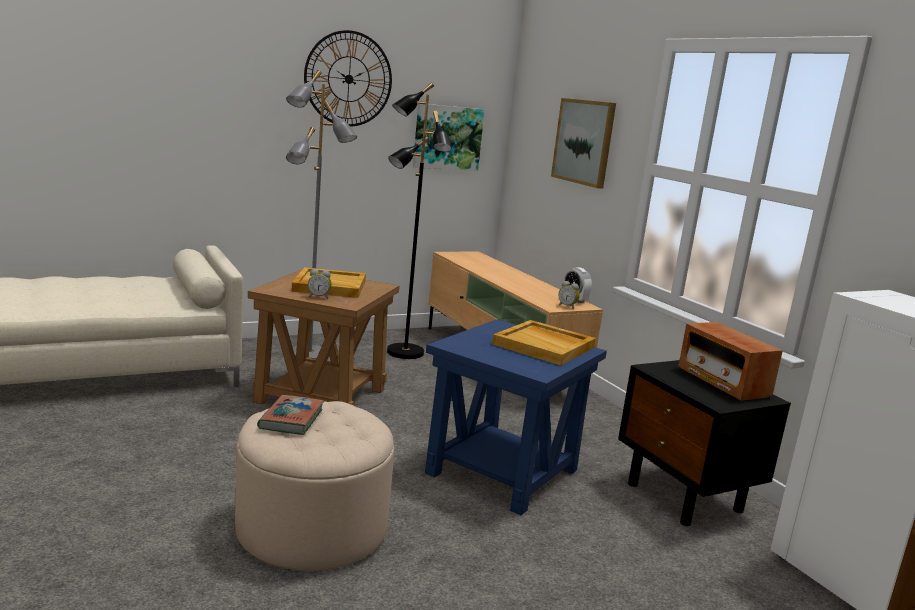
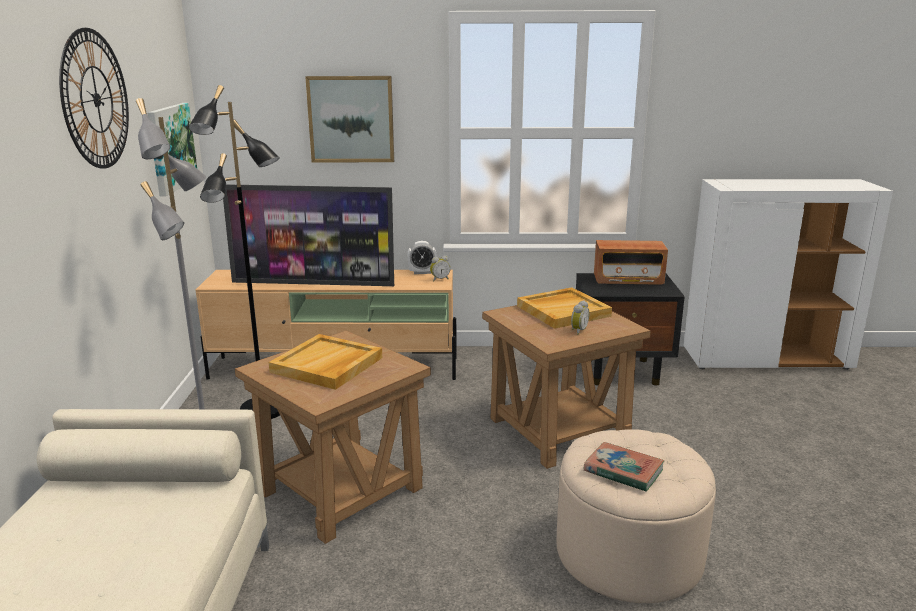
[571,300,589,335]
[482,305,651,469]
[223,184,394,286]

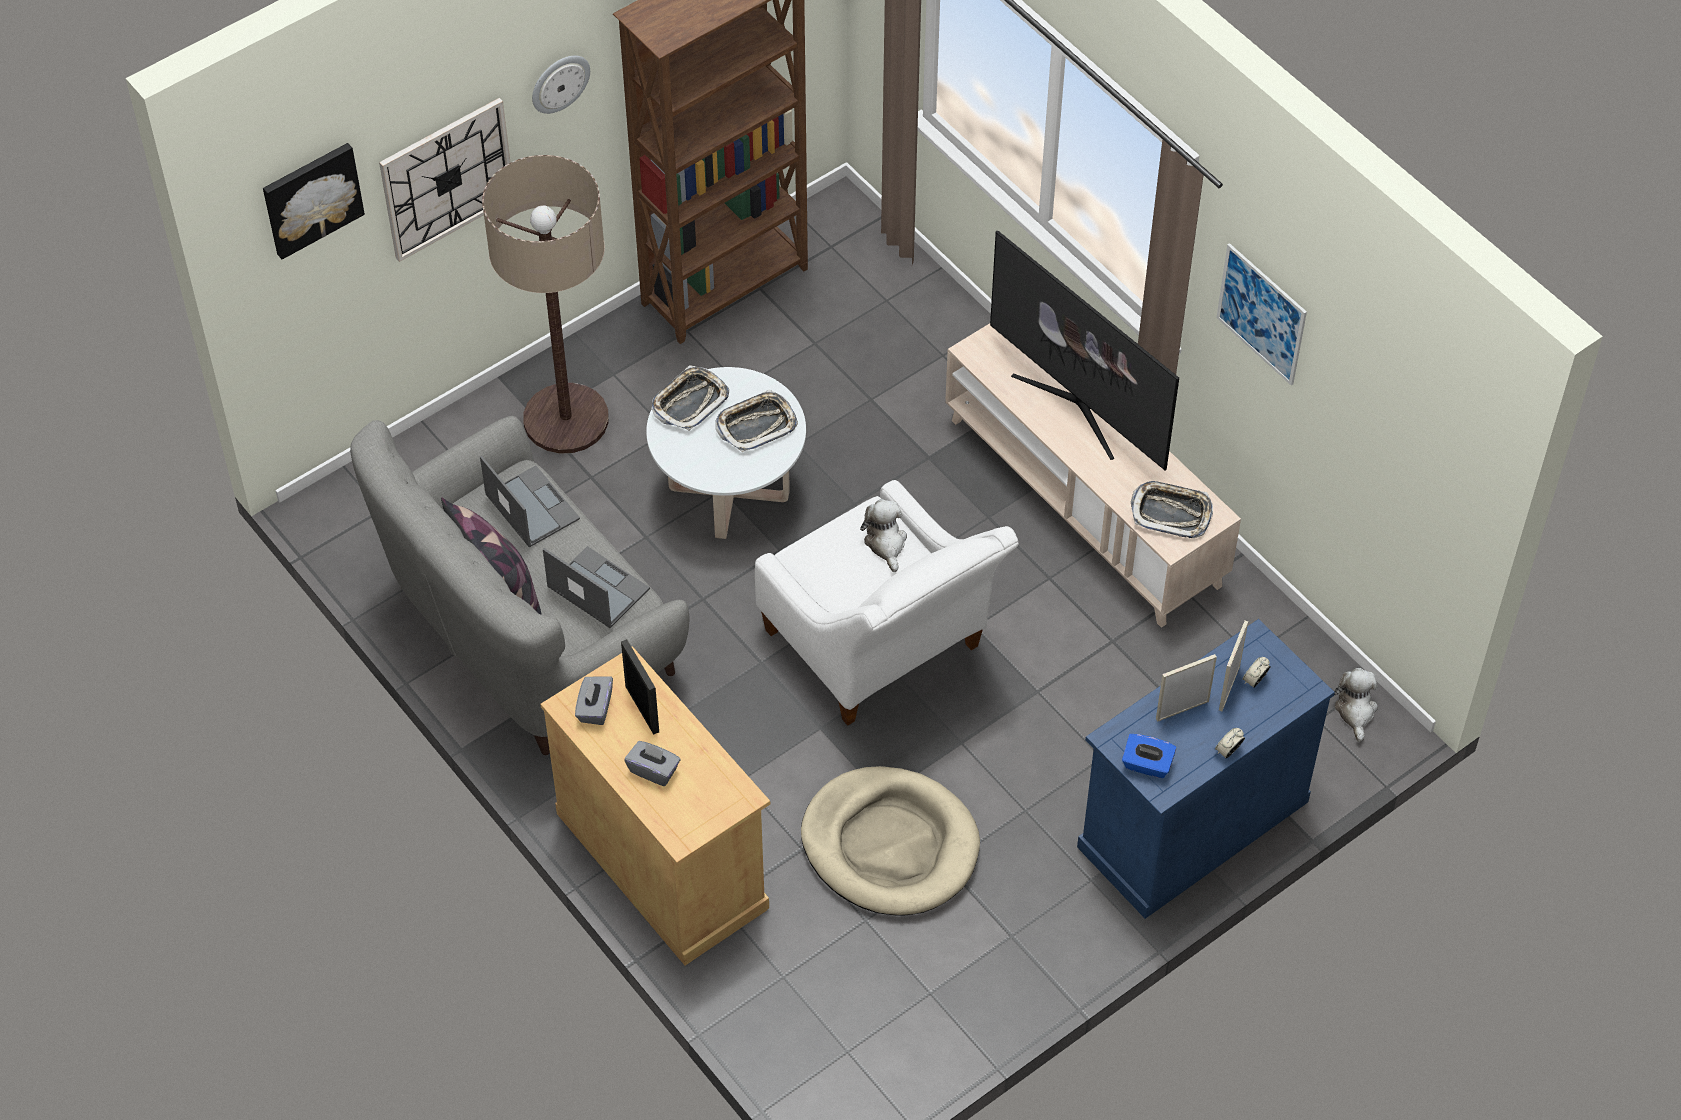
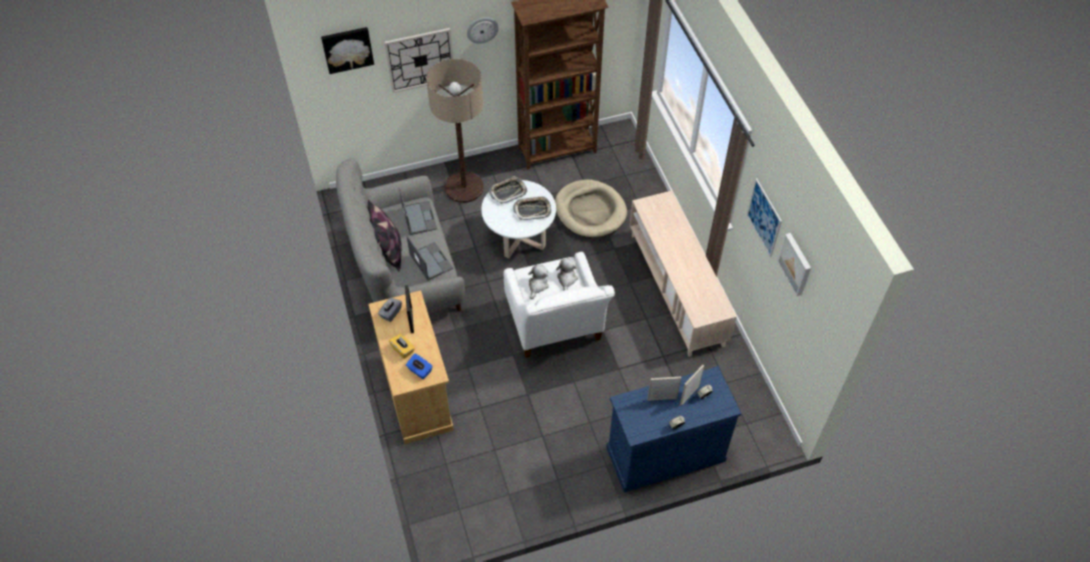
[389,334,415,359]
[555,179,627,238]
[990,231,1179,471] (first image)
[406,354,433,379]
[1131,481,1213,538] (first image)
[528,265,549,299]
[777,233,811,296]

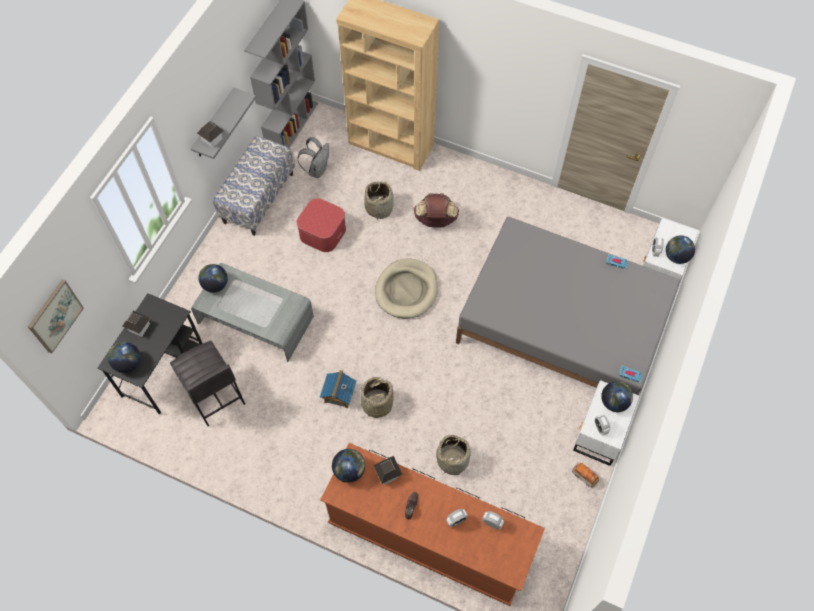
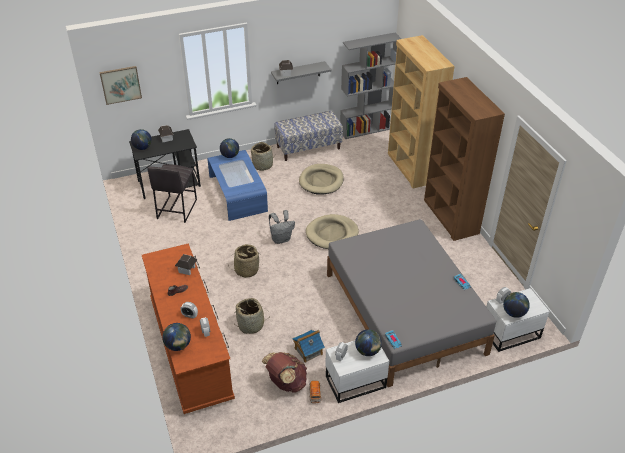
[207,150,268,221]
[299,164,344,195]
[269,210,295,244]
[292,330,325,363]
[162,323,191,351]
[251,142,273,171]
[261,352,307,392]
[424,77,505,241]

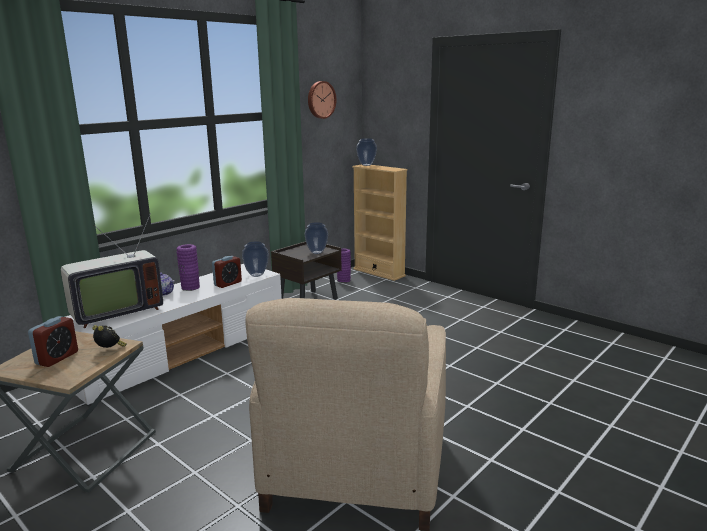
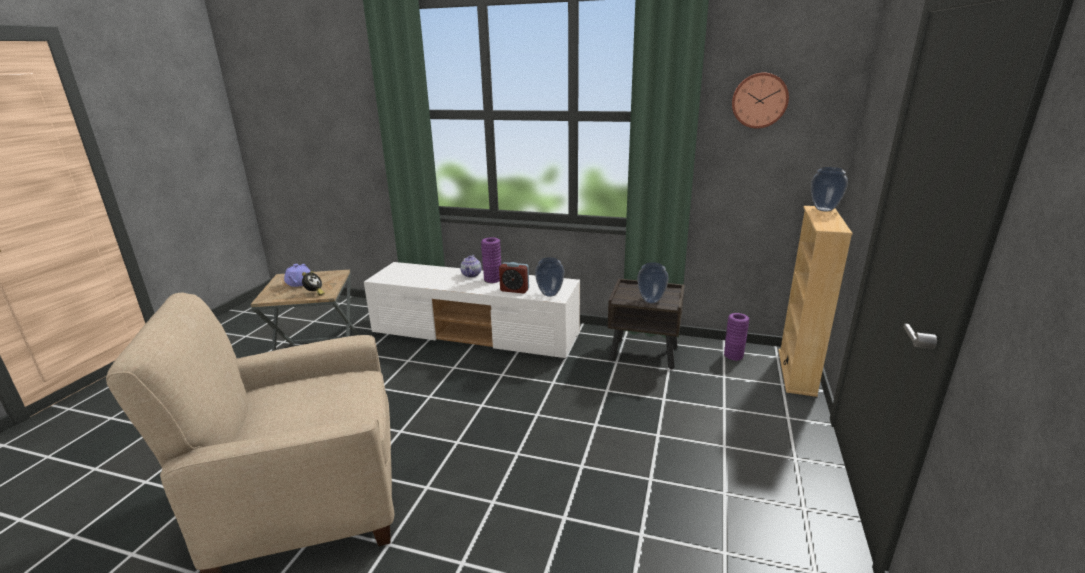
[284,264,310,287]
[61,213,163,328] (first image)

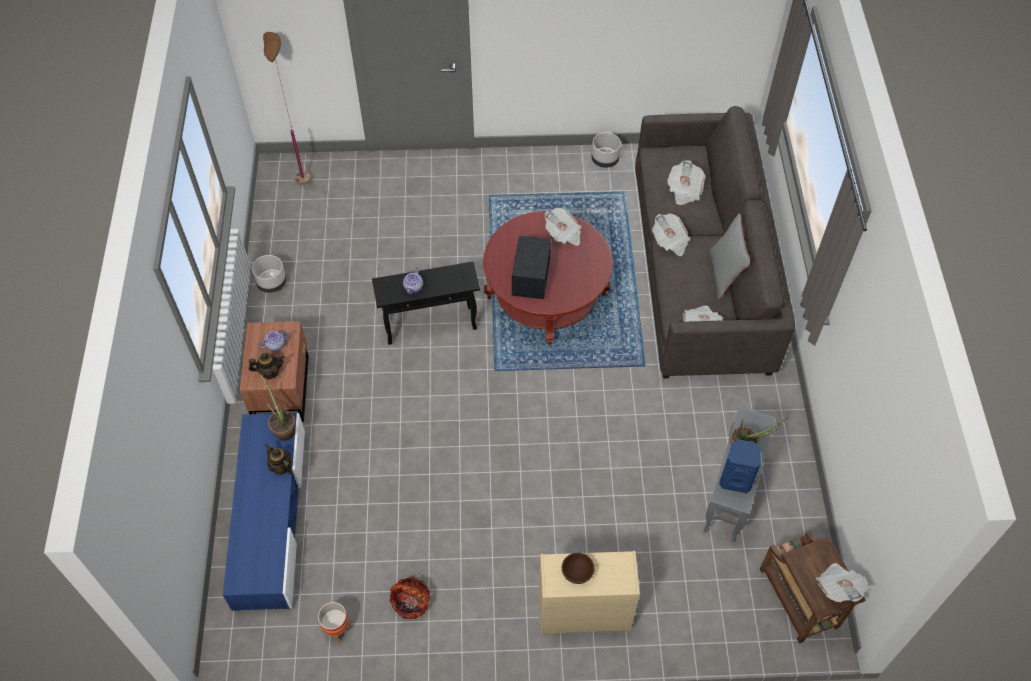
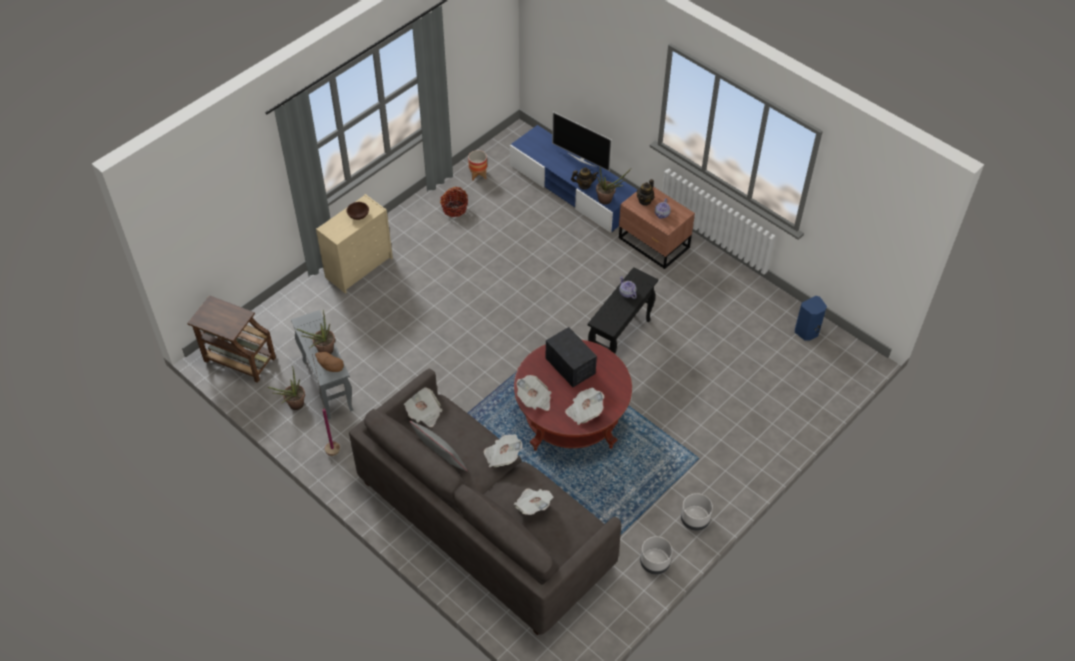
[681,493,713,531]
[312,351,344,456]
[795,296,827,341]
[516,375,551,411]
[267,366,305,410]
[552,112,612,171]

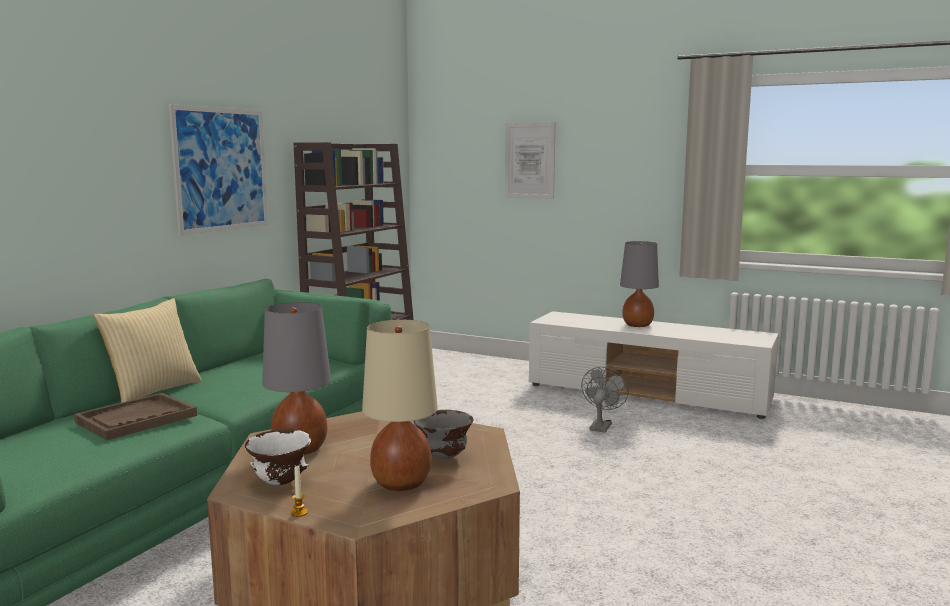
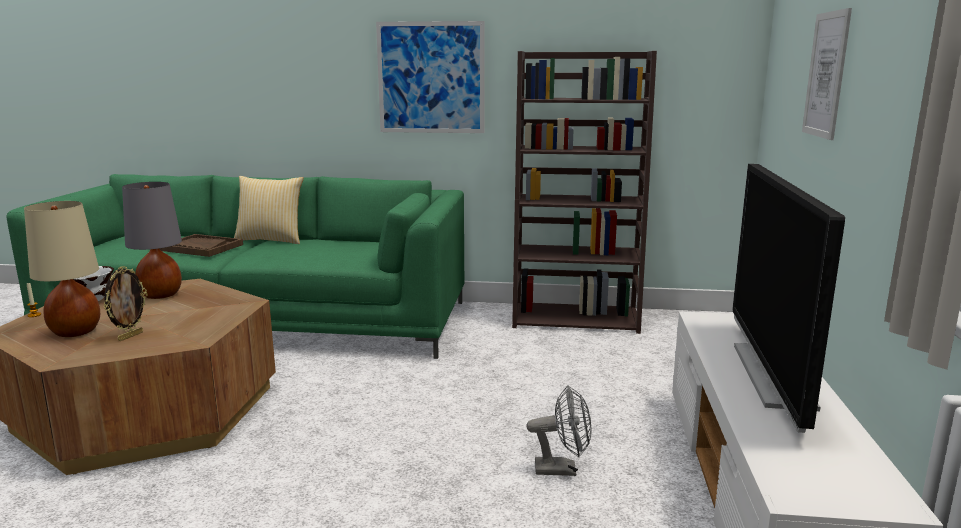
[104,266,147,341]
[733,164,845,433]

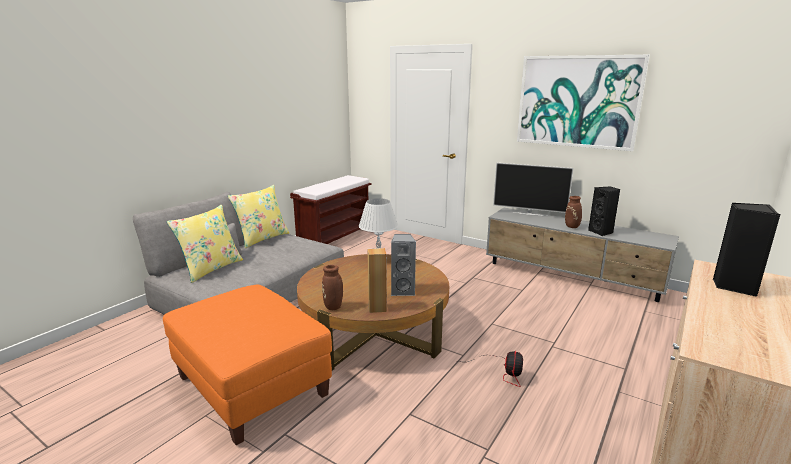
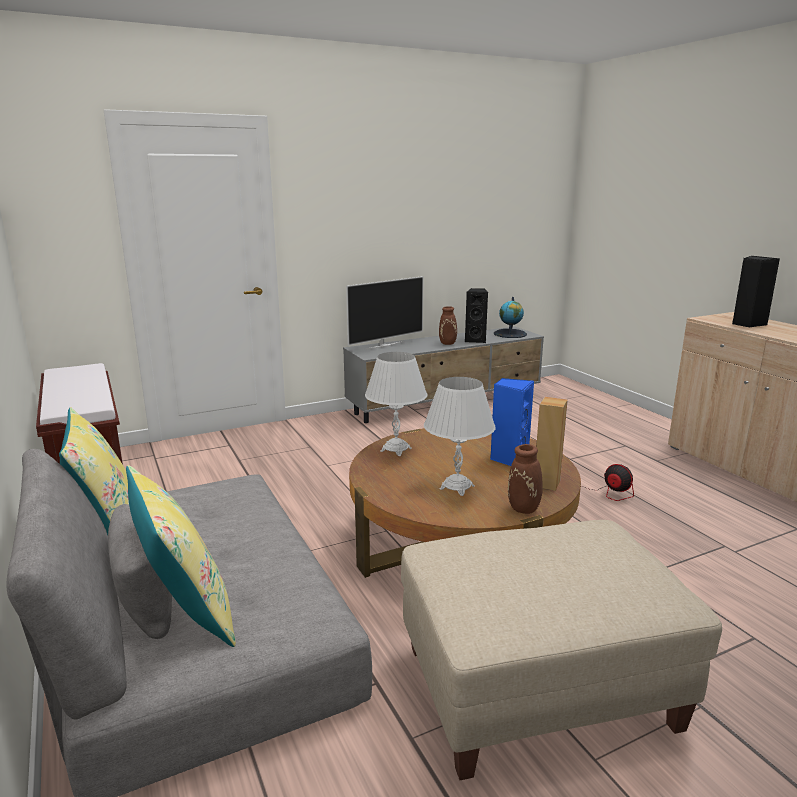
[401,520,722,780]
[490,378,534,466]
[517,55,650,151] (first image)
[424,377,495,496]
[494,297,527,338]

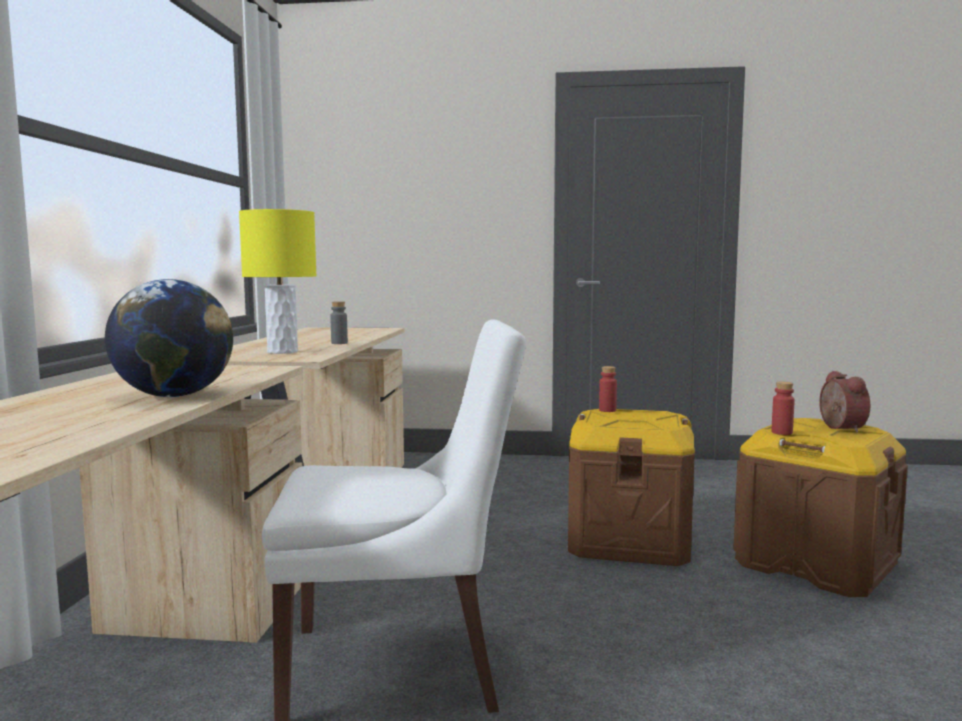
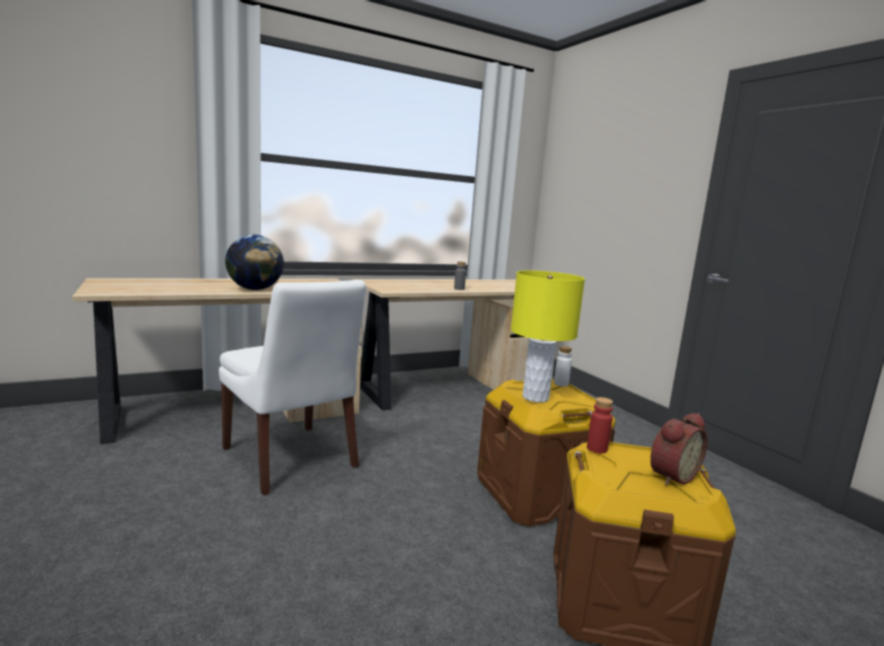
[511,270,585,402]
[554,346,572,387]

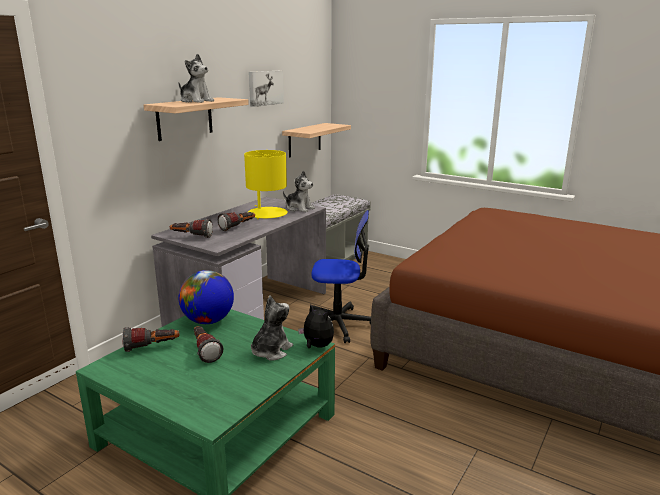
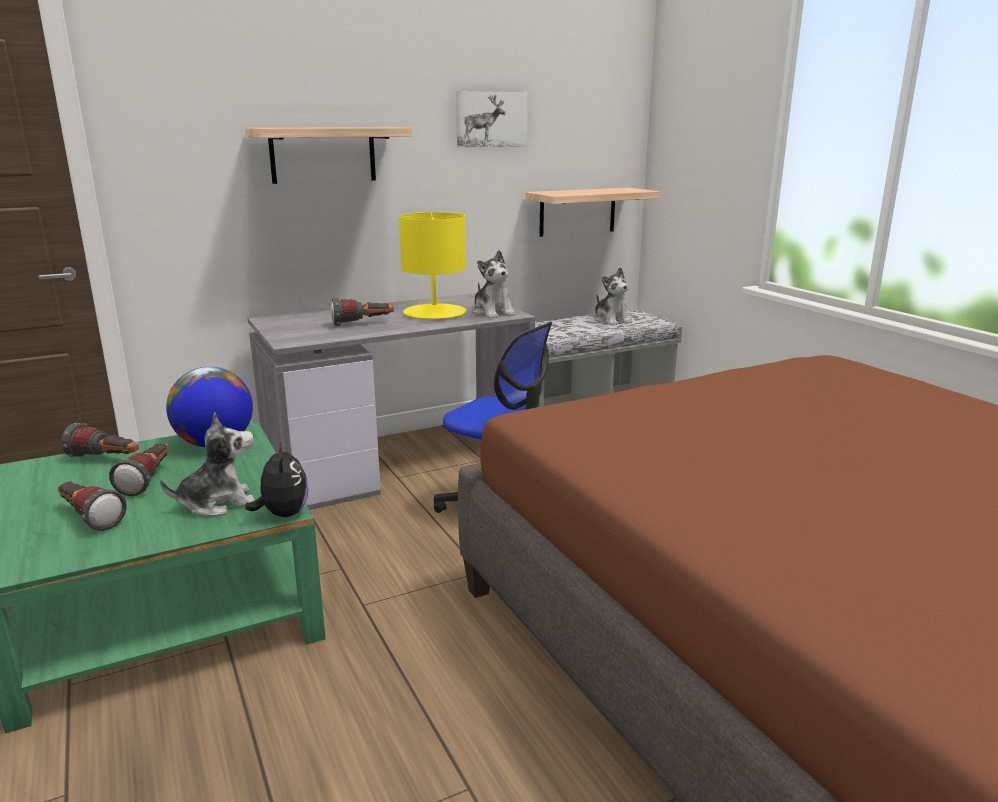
[58,482,127,531]
[594,267,632,326]

